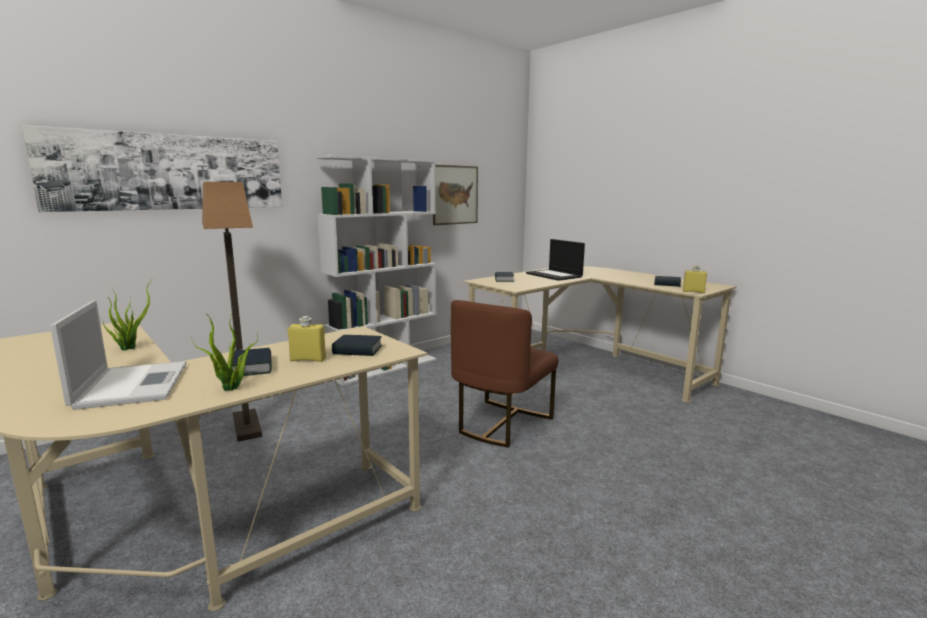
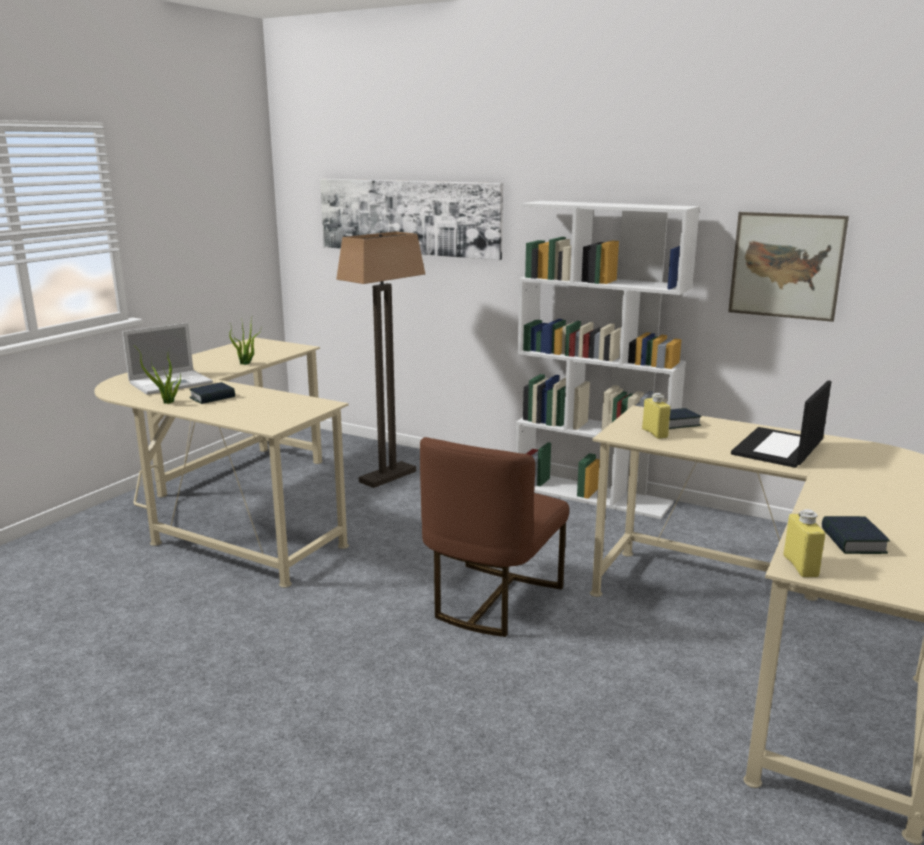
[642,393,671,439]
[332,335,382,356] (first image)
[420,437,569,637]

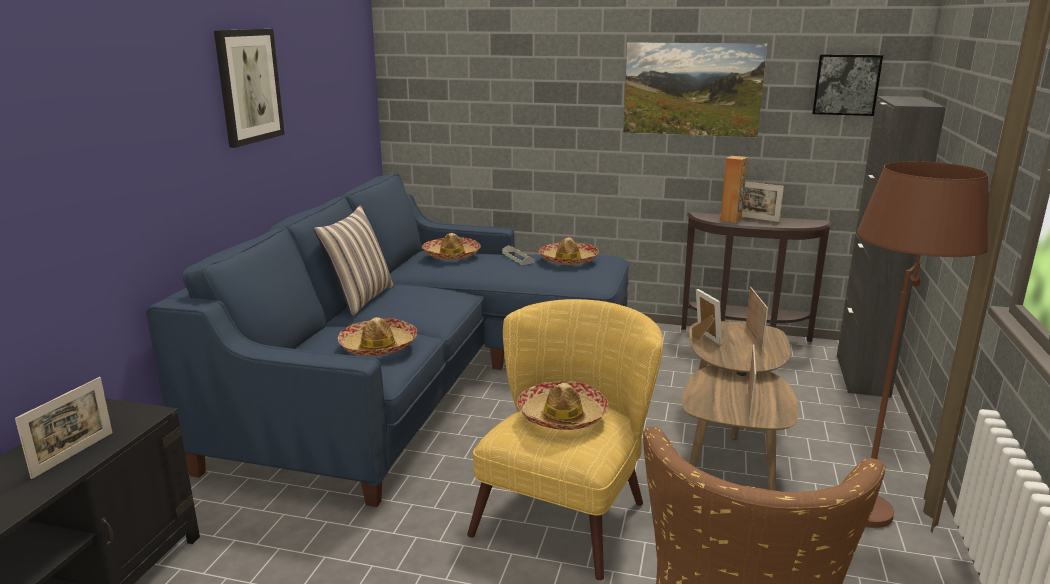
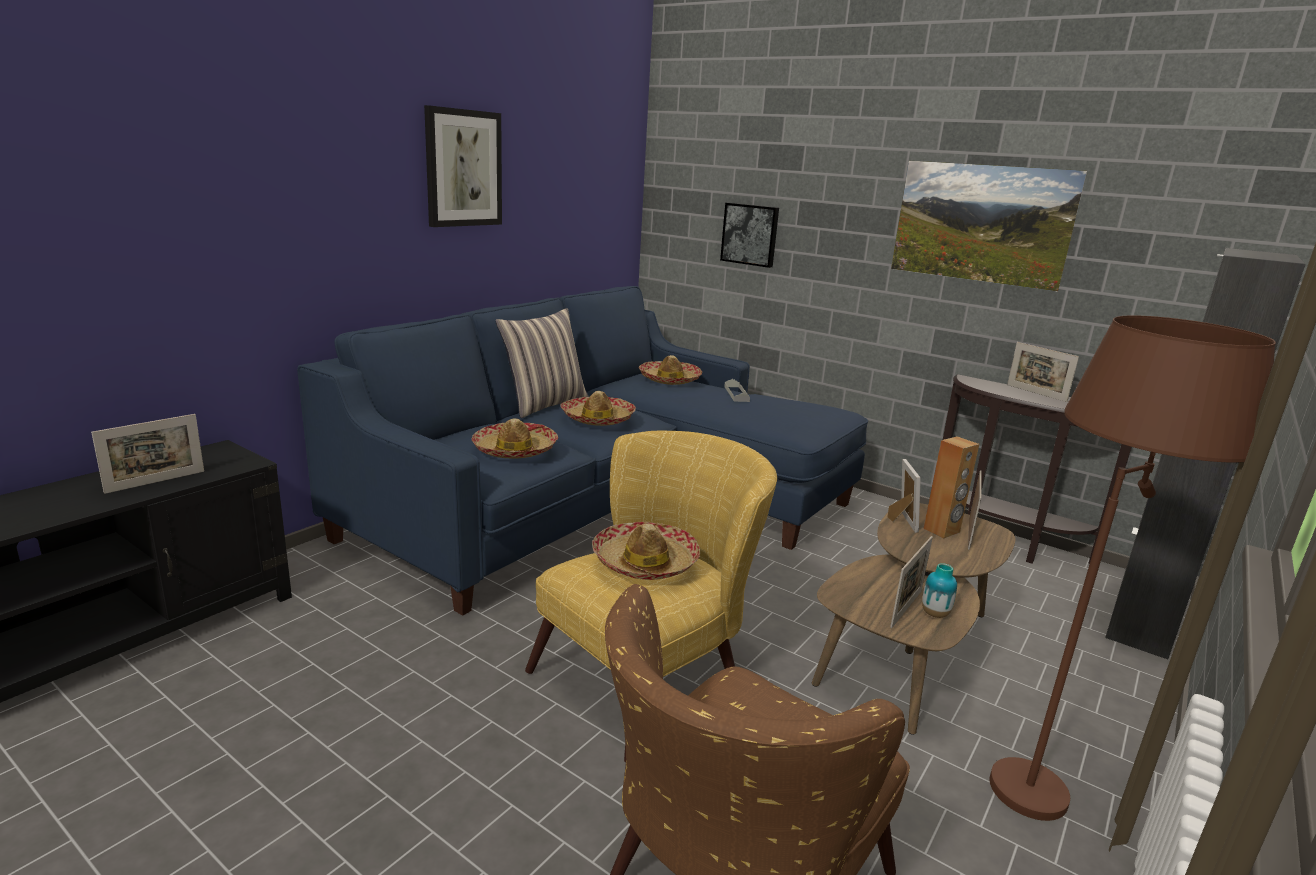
[561,391,636,426]
[923,436,979,538]
[720,203,779,268]
[922,563,957,618]

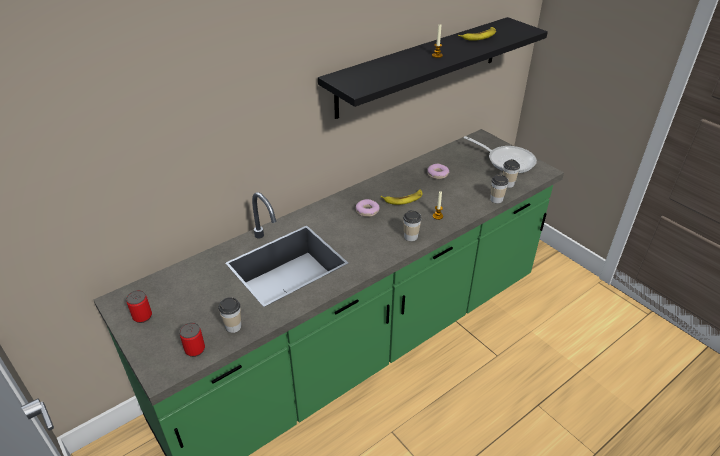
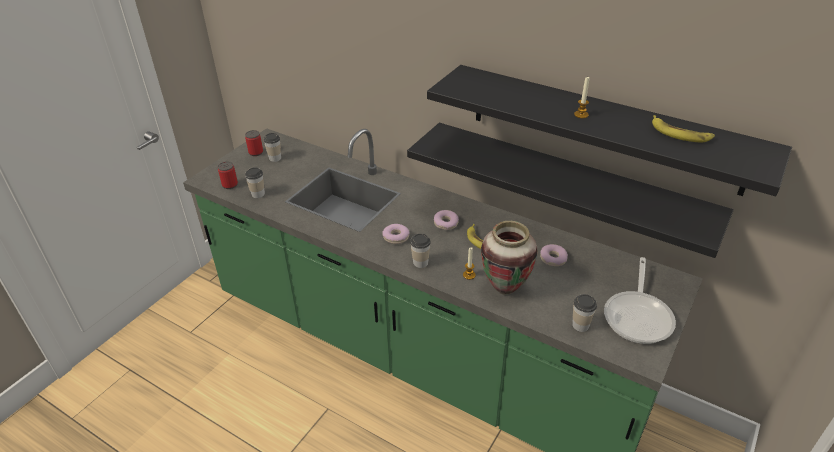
[263,133,281,162]
[383,224,410,244]
[407,123,734,258]
[481,221,538,295]

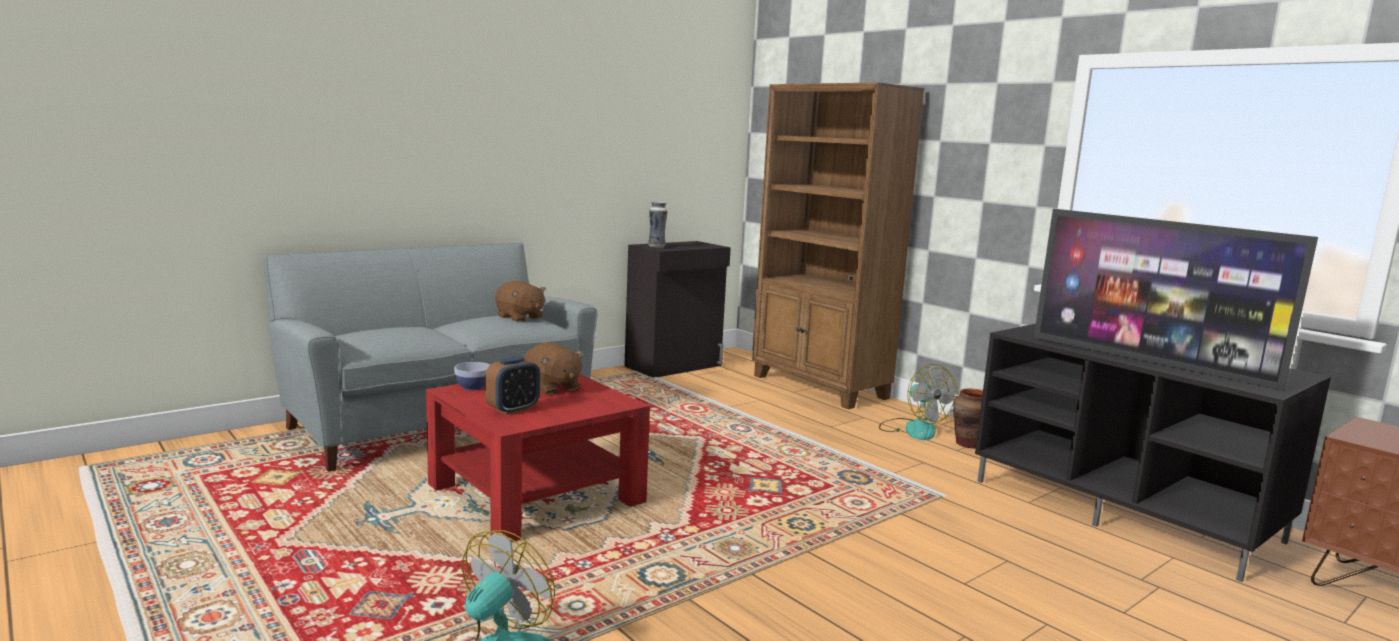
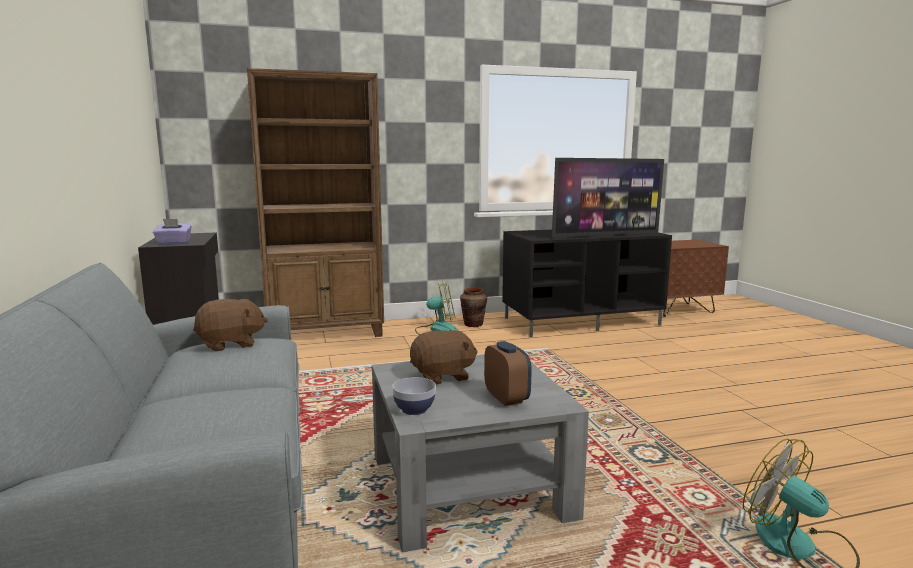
[372,354,589,552]
[153,219,192,244]

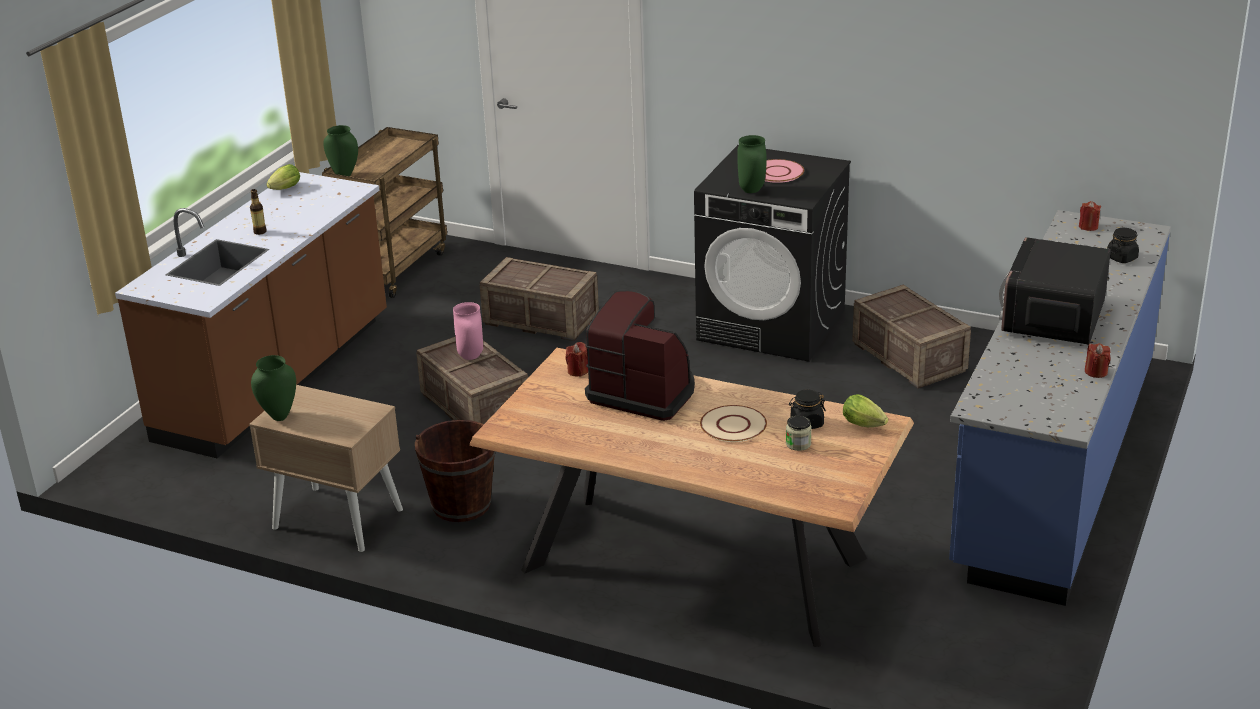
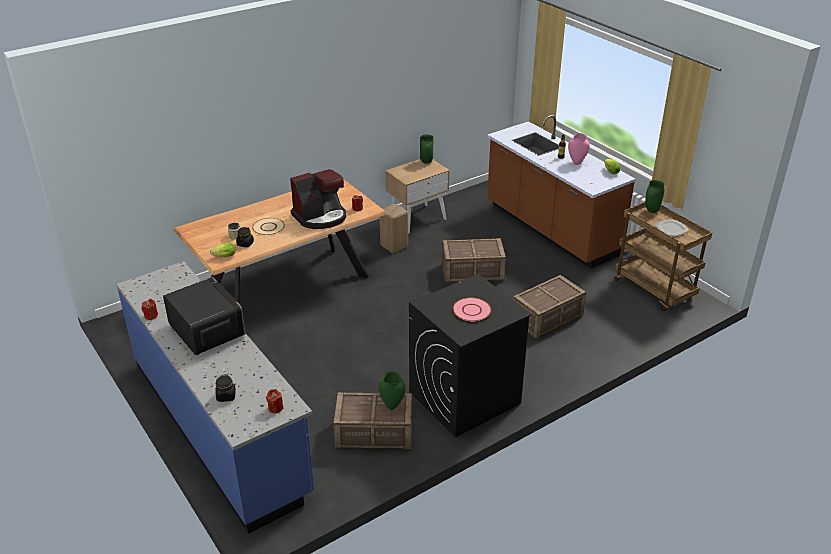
[380,204,408,253]
[568,133,590,165]
[378,371,406,410]
[655,219,689,236]

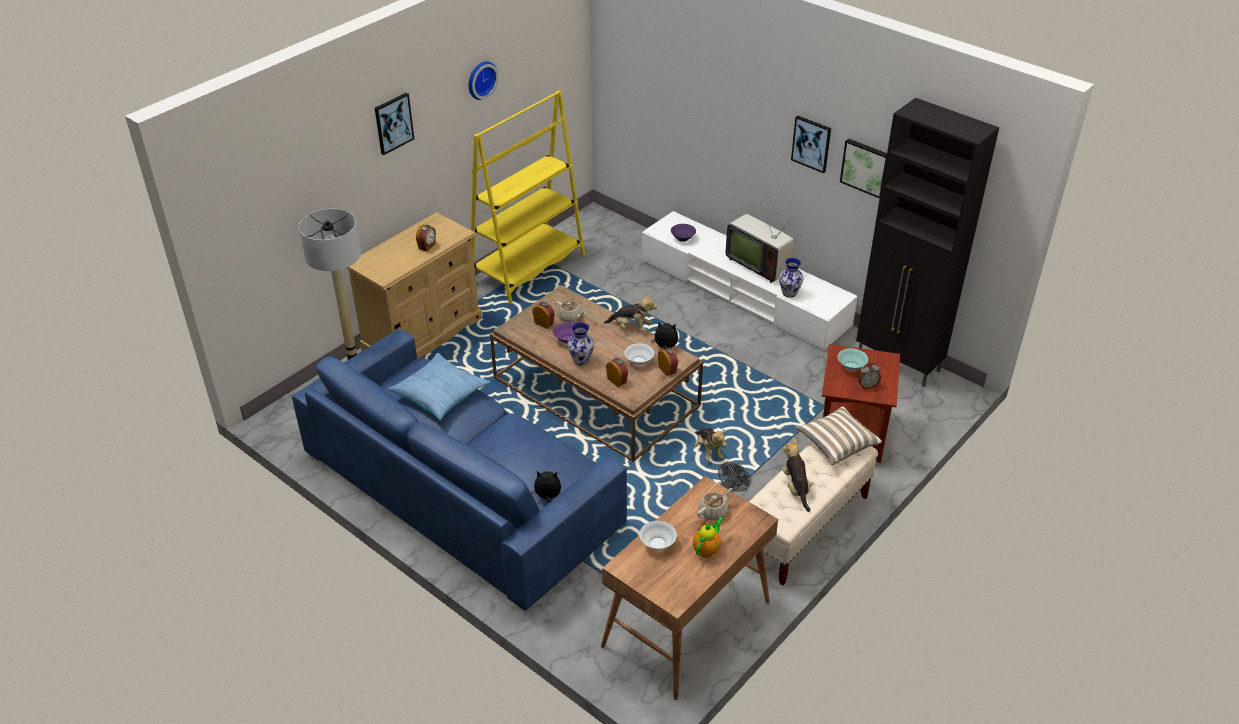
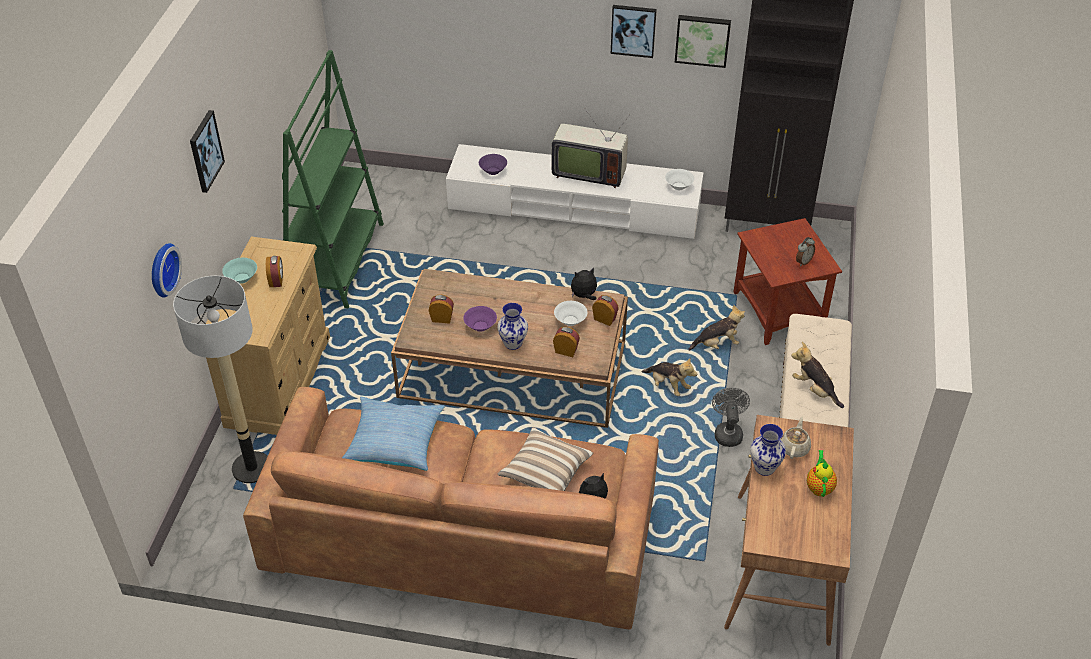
[243,387,659,629]
[152,243,182,298]
[282,50,384,308]
[555,301,585,322] (first image)
[688,305,745,351]
[665,169,694,190]
[750,424,786,476]
[498,427,593,491]
[222,258,257,284]

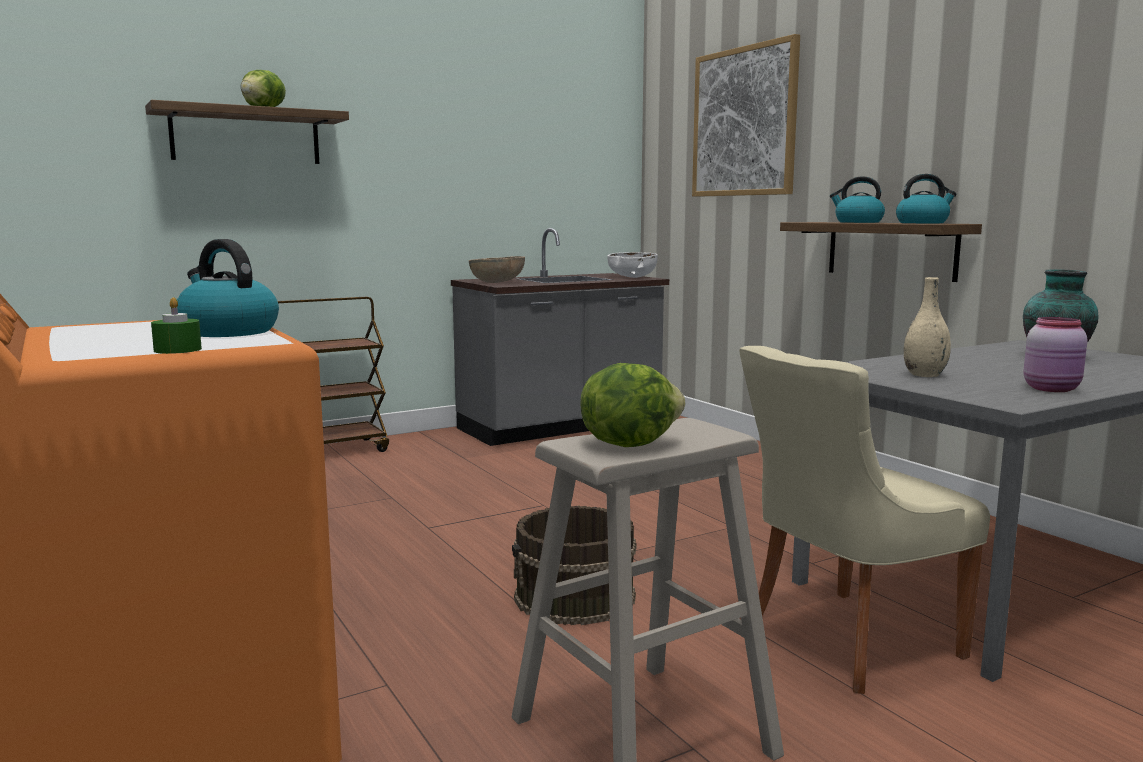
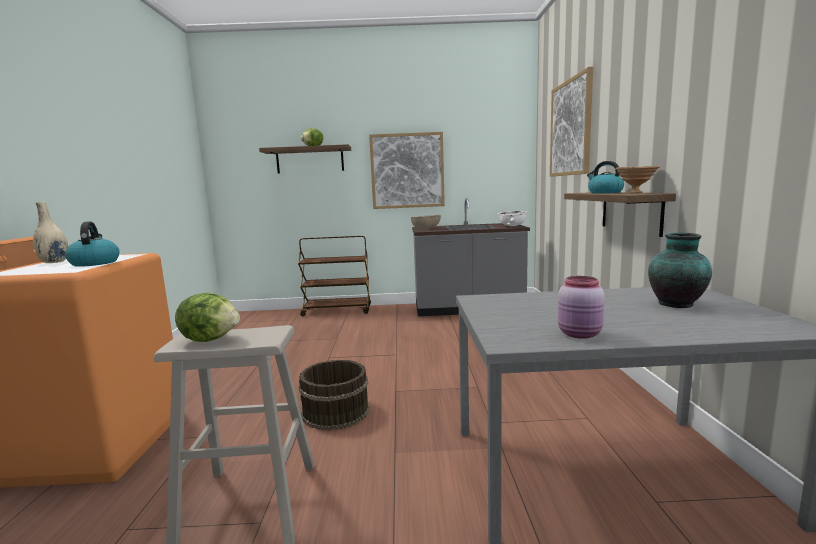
[151,297,202,354] (first image)
[739,346,990,694] (first image)
[615,166,660,194]
[33,202,69,263]
[369,132,445,209]

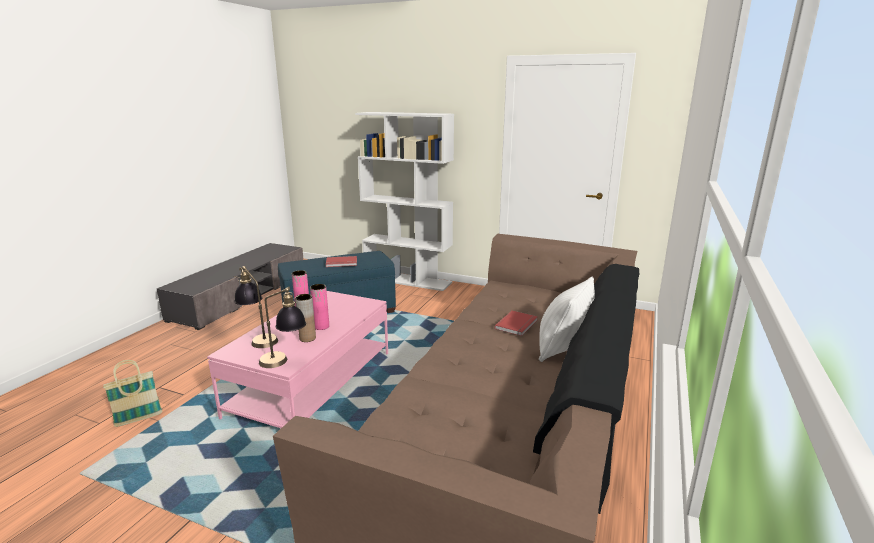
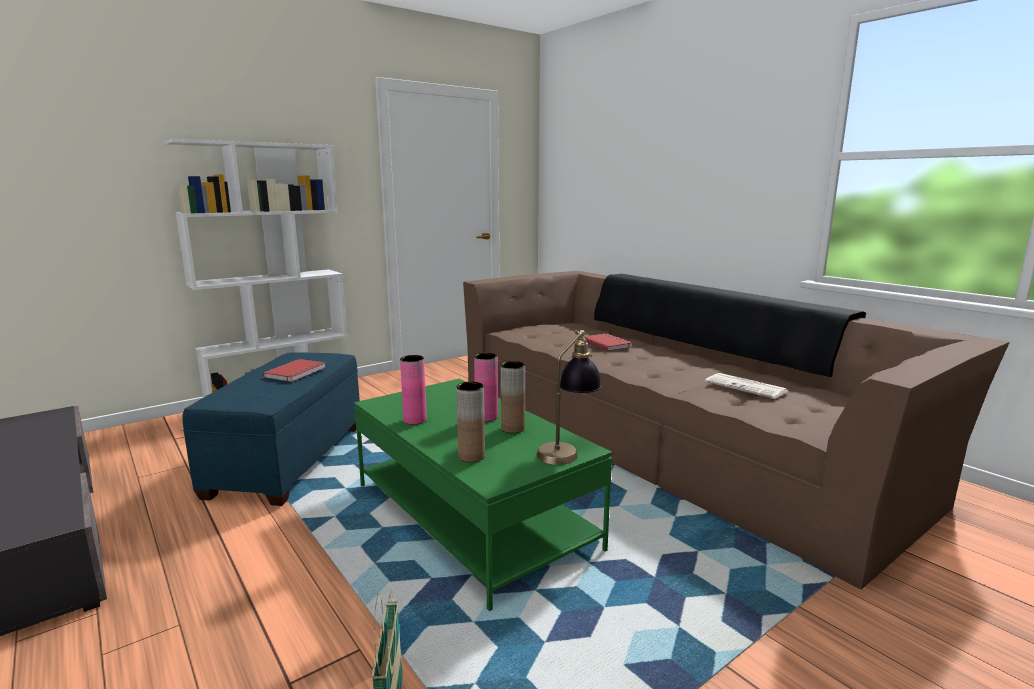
[354,379,612,611]
[456,382,485,462]
[539,277,595,362] (first image)
[705,373,788,399]

